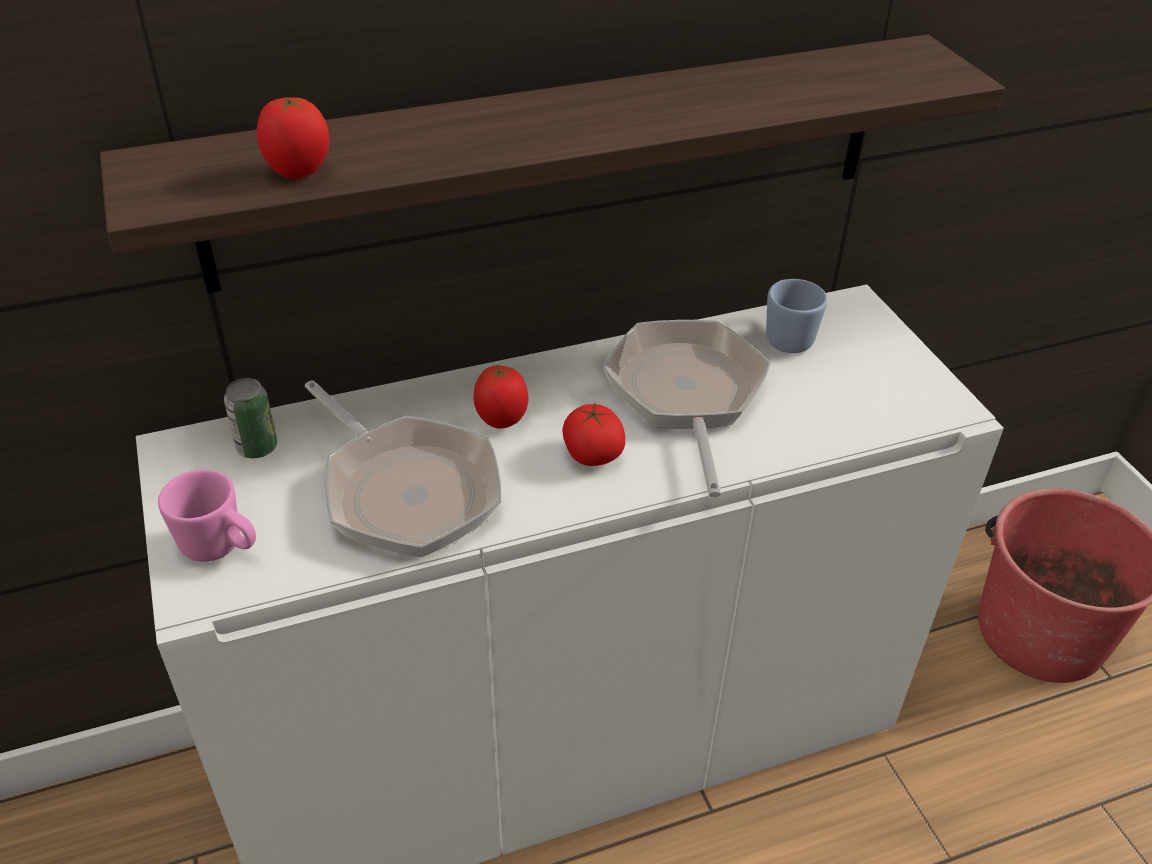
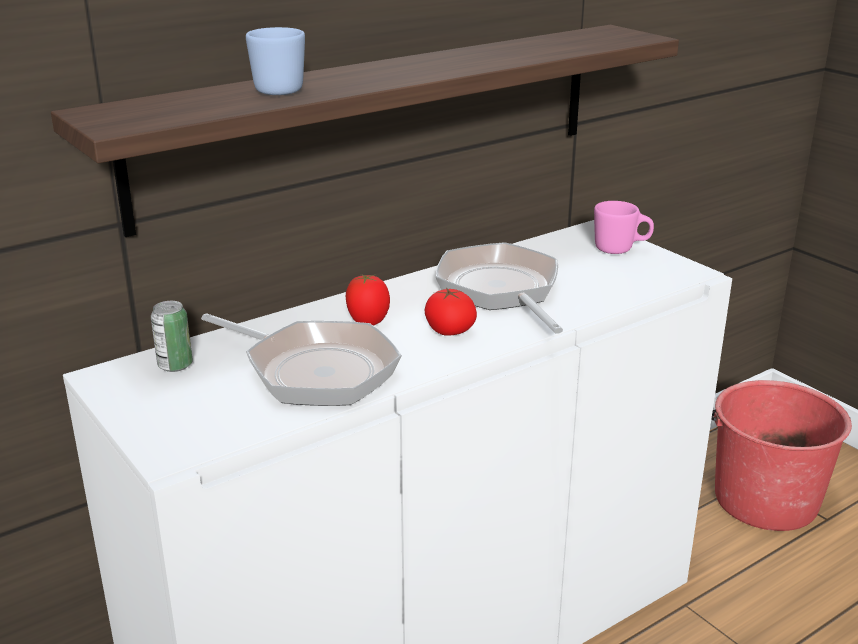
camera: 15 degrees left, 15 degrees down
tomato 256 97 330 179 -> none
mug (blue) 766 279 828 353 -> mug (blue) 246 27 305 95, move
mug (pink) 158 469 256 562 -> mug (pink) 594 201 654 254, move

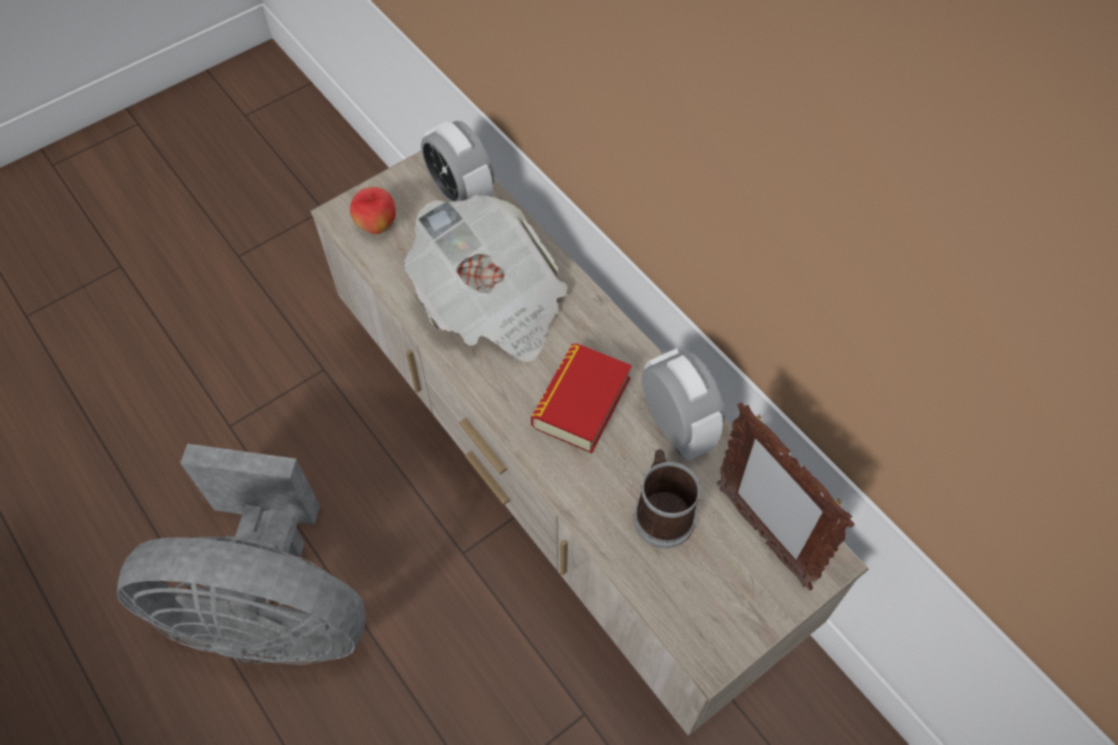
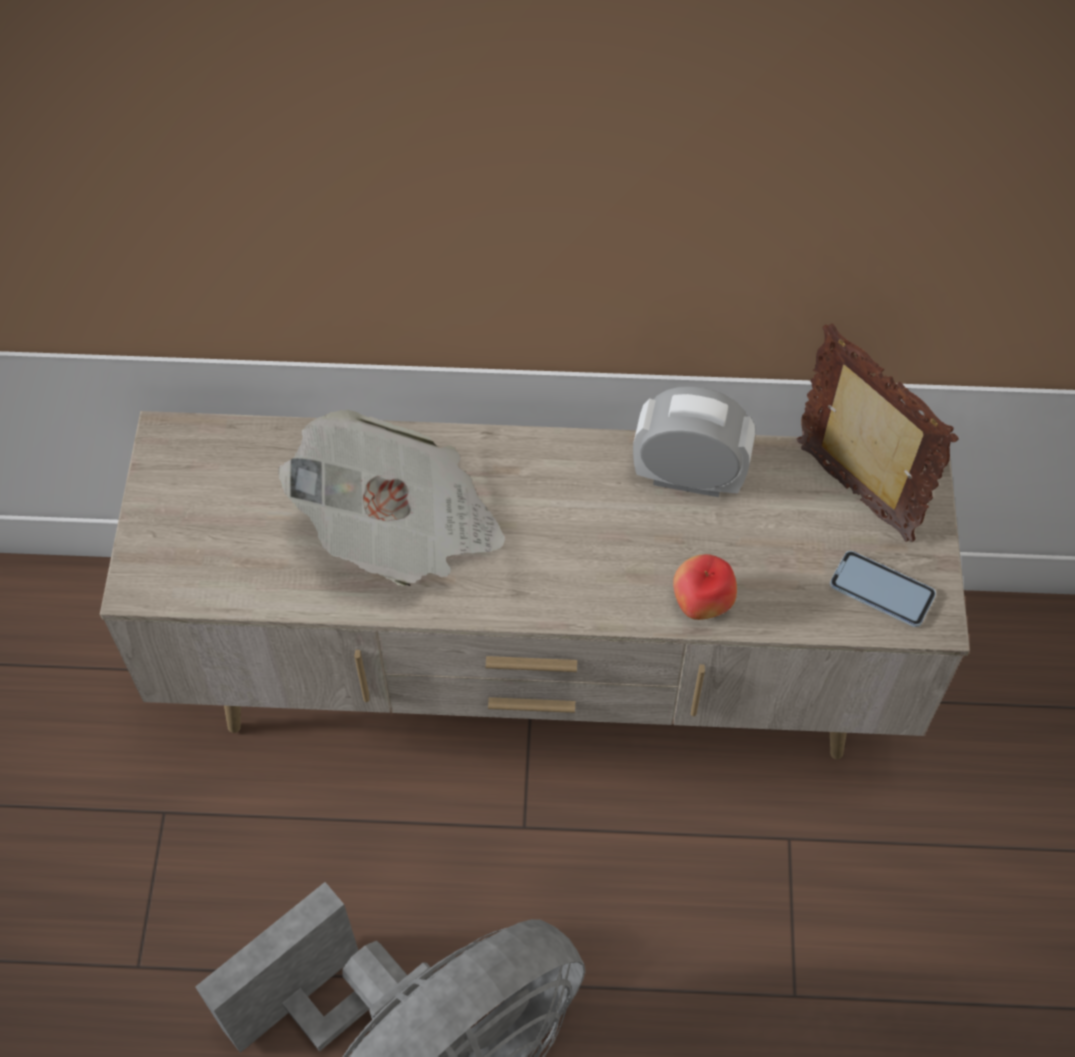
camera: 50 degrees left, 0 degrees up
alarm clock 421 121 494 202 -> none
apple 350 187 396 234 -> apple 673 554 737 620, move
book 531 343 632 453 -> none
picture frame 717 402 855 591 -> picture frame 797 323 959 542, 135 degrees counterclockwise
mug 633 449 700 548 -> none
none -> phone 830 551 936 627

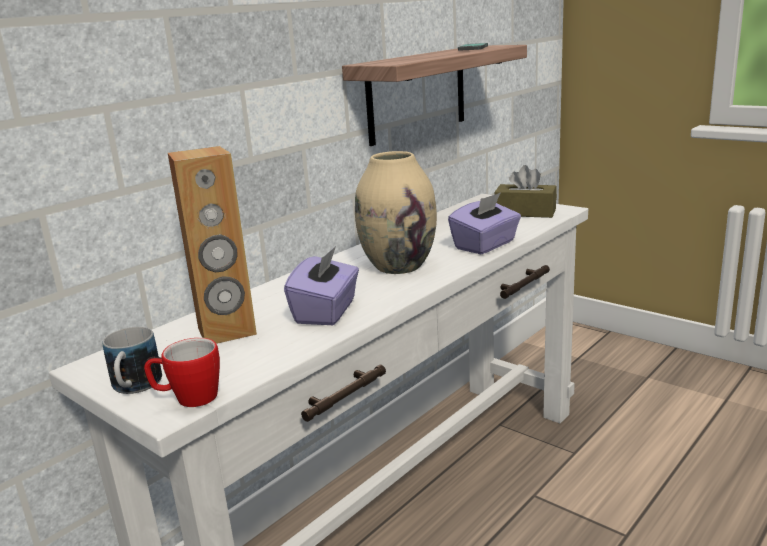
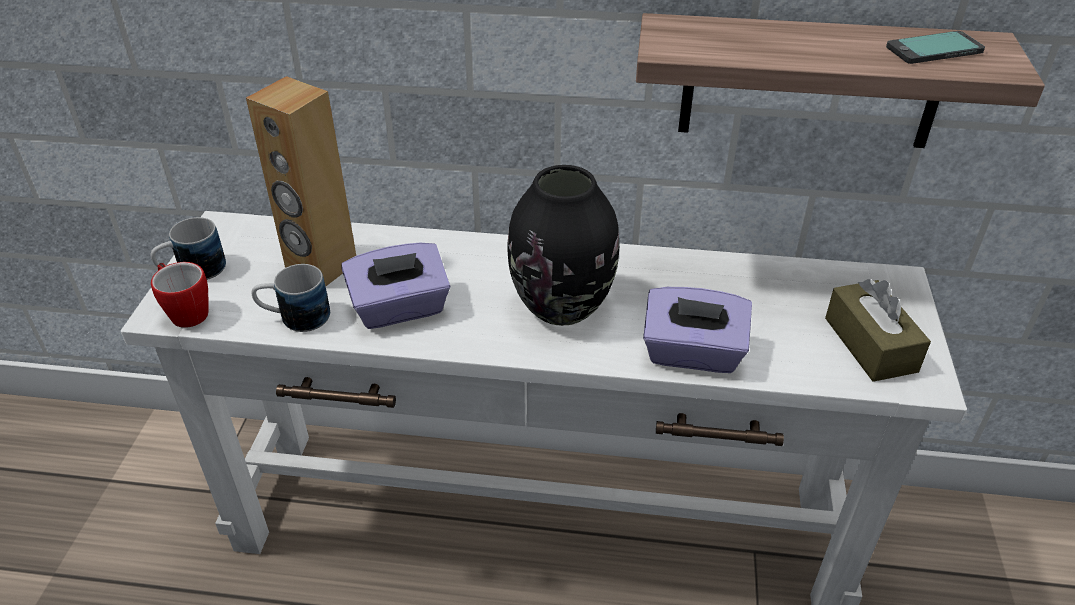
camera: 55 degrees right, 20 degrees up
vase (beige) 355 151 437 274 -> vase (black) 507 165 619 326
none -> mug 251 264 330 332

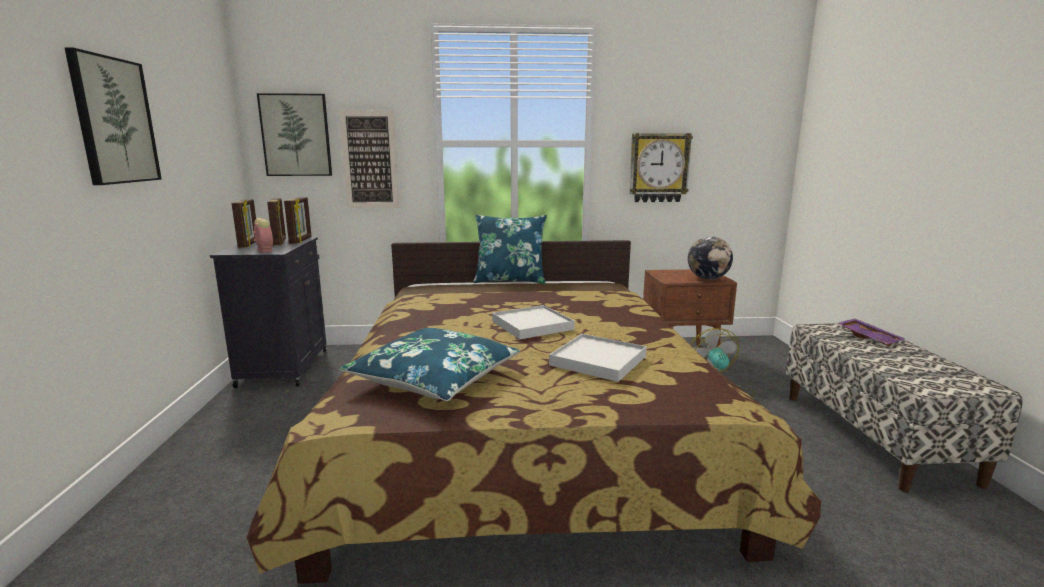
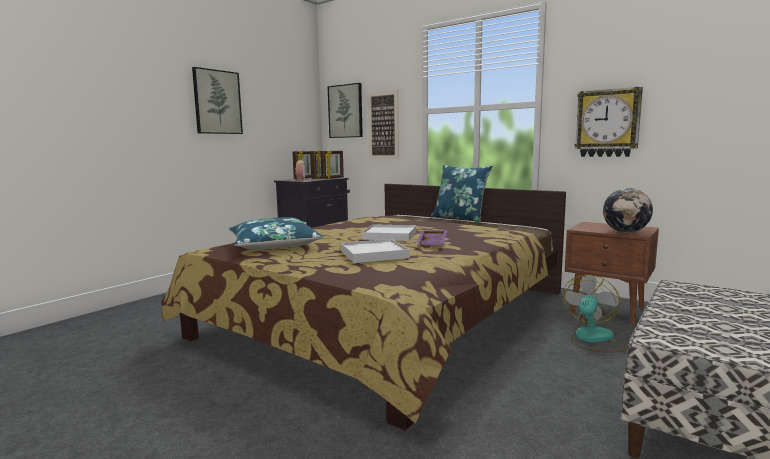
camera: 40 degrees right, 5 degrees down
tray (purple) 838 318 905 346 -> tray (purple) 416 230 447 248, move

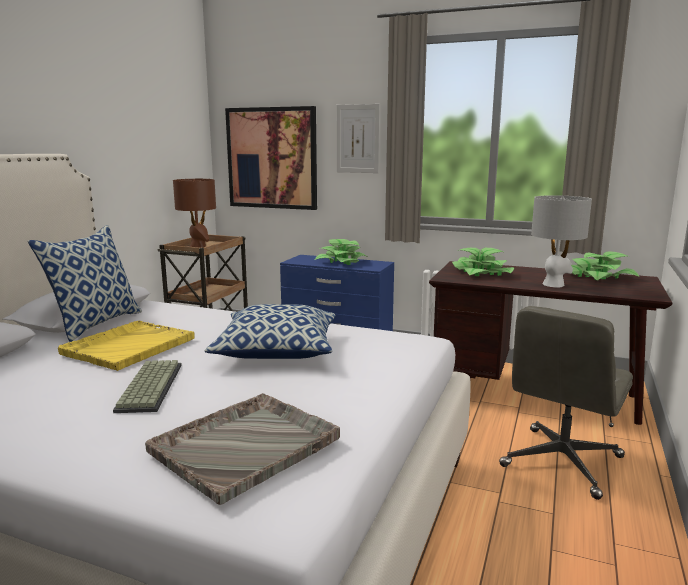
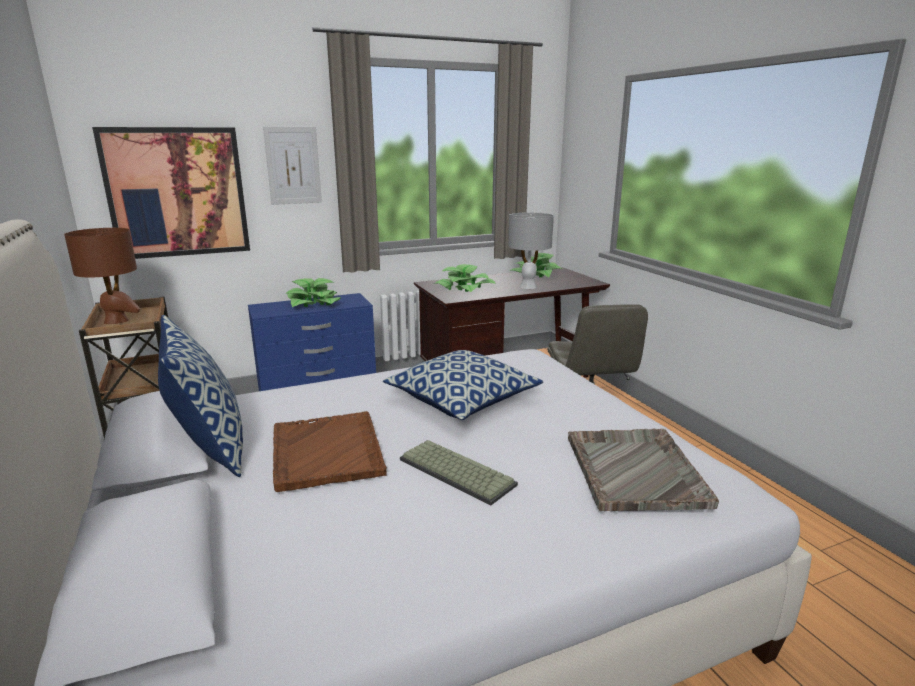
camera: 45 degrees left, 5 degrees up
tray (yellow) 58 321 195 371 -> tray (brown) 273 411 387 492

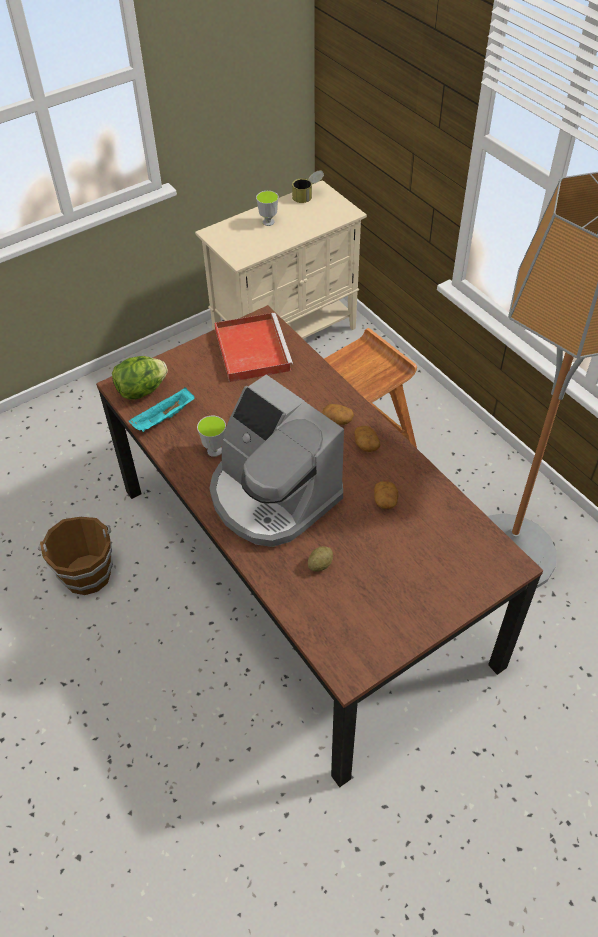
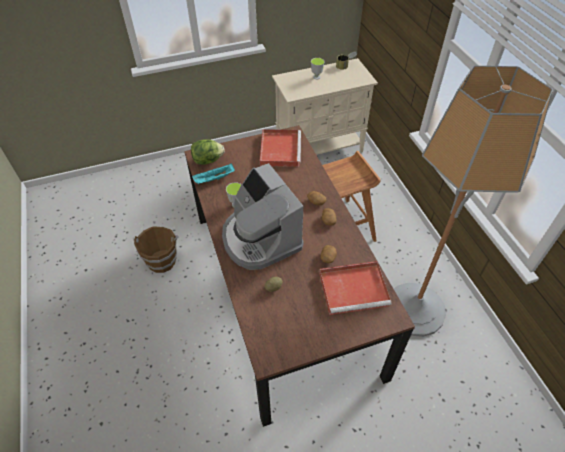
camera: 15 degrees right, 0 degrees up
none -> tray (red) 319 261 391 315

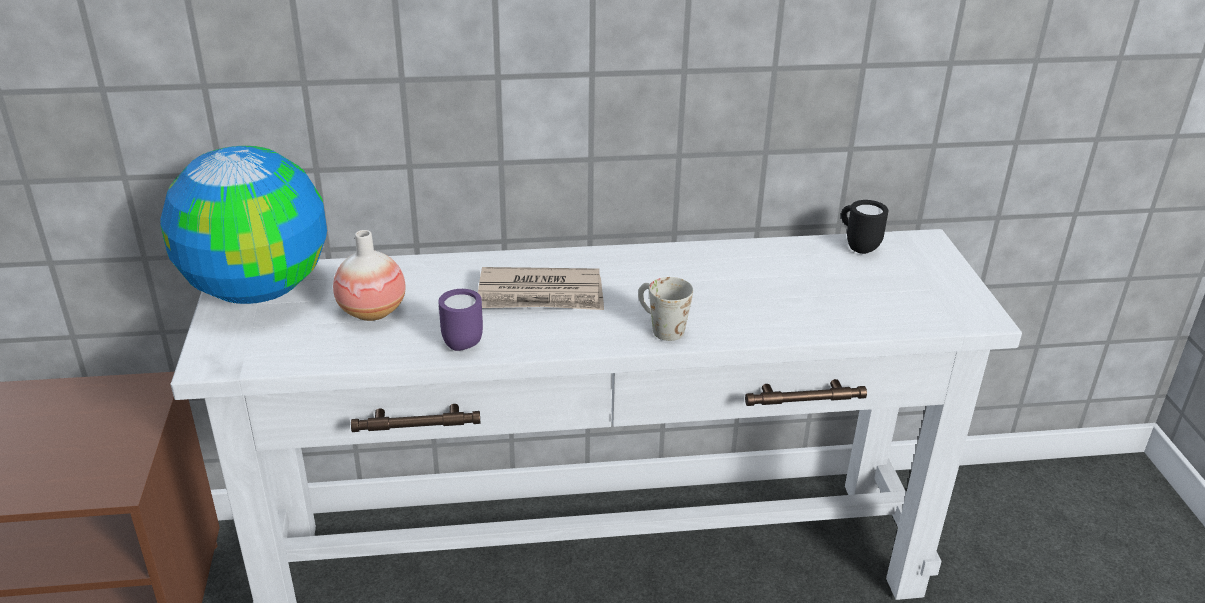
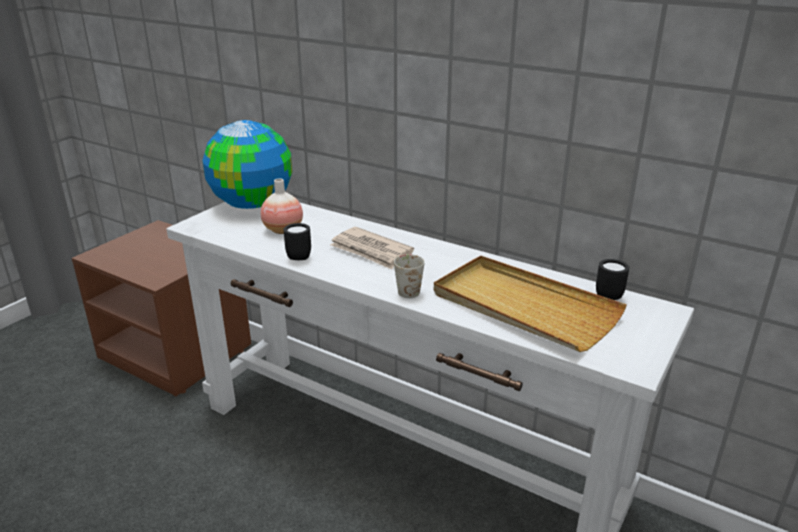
camera: 40 degrees right, 5 degrees down
mug (purple) 438 289 483 351 -> mug (black) 284 223 311 260
none -> tray (beige) 434 256 627 352

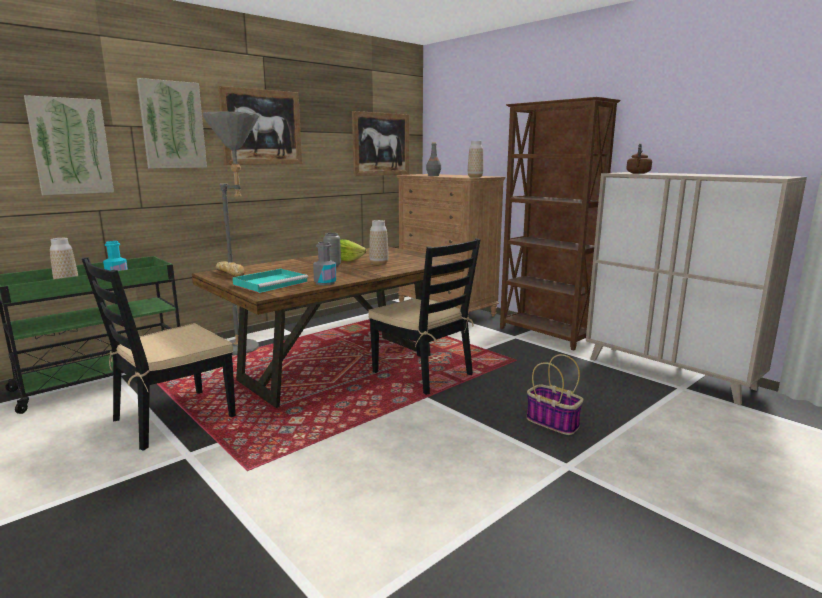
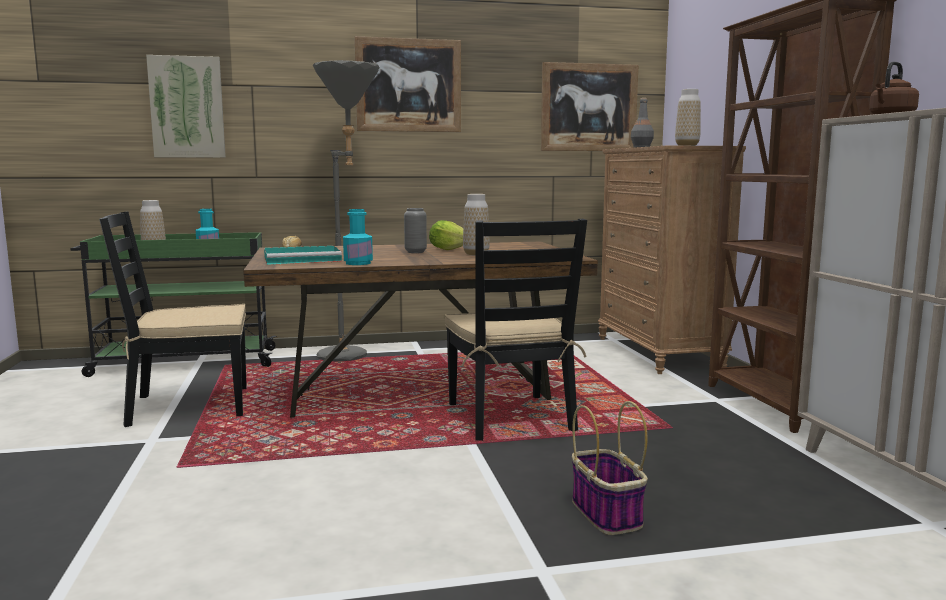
camera: 30 degrees right, 5 degrees down
picture 137 78 207 169 -> none
bottle (grey) 313 242 336 286 -> bottle (turquoise) 343 209 373 265

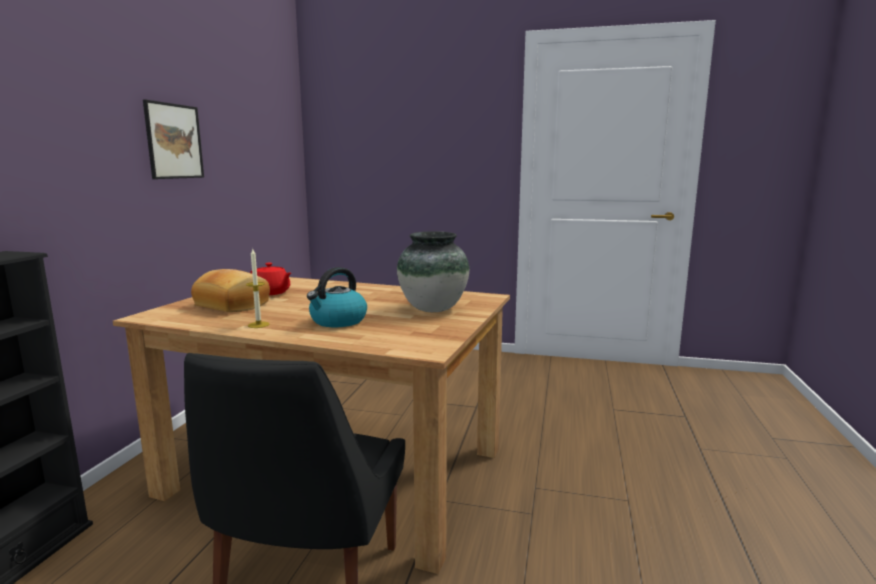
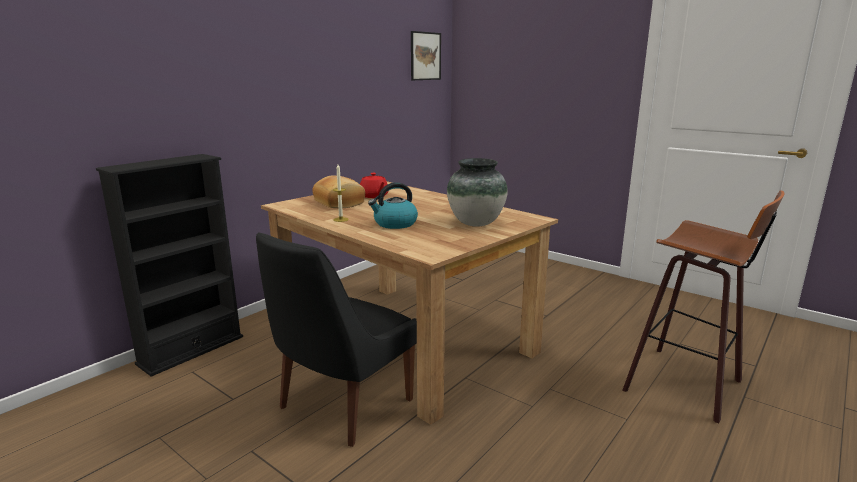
camera: 25 degrees right, 5 degrees up
picture 143 99 204 179 -> picture 411 31 441 80, move
none -> stool 622 190 785 424

